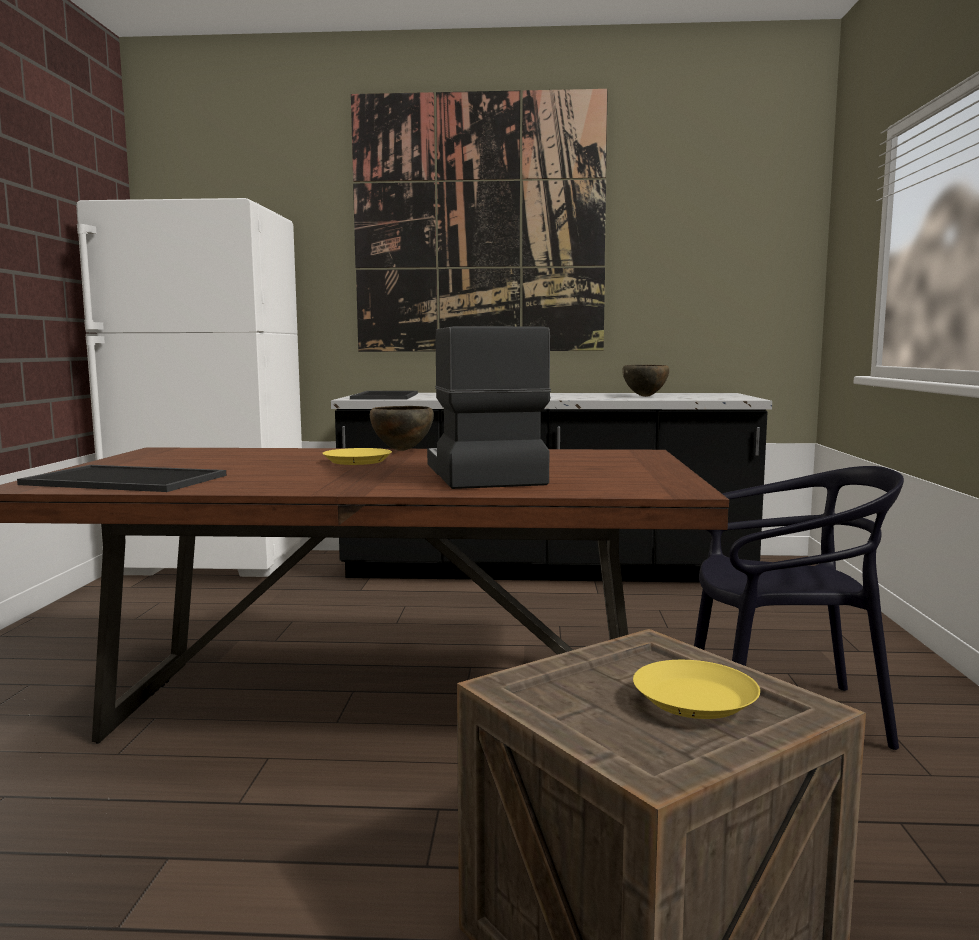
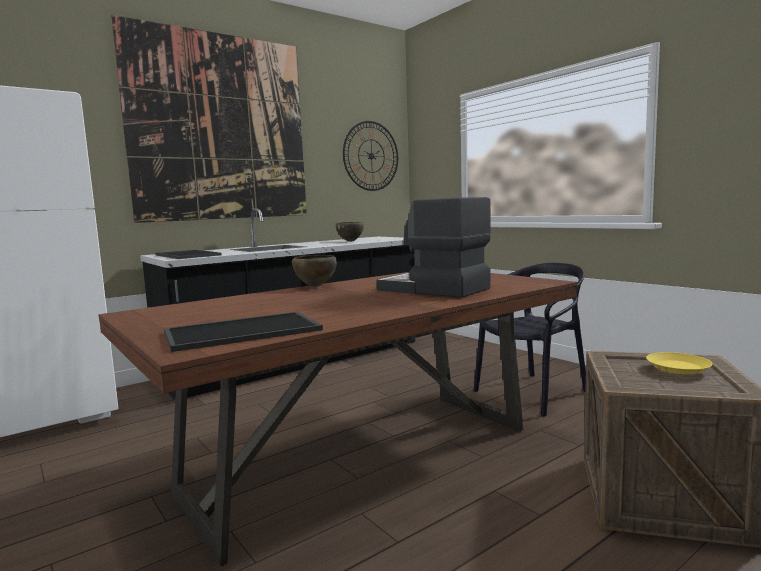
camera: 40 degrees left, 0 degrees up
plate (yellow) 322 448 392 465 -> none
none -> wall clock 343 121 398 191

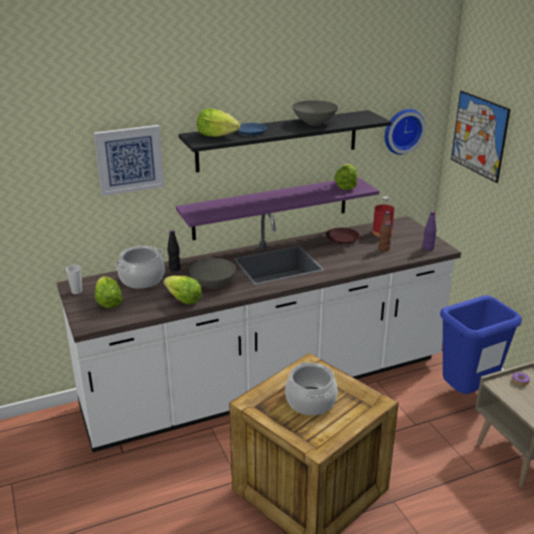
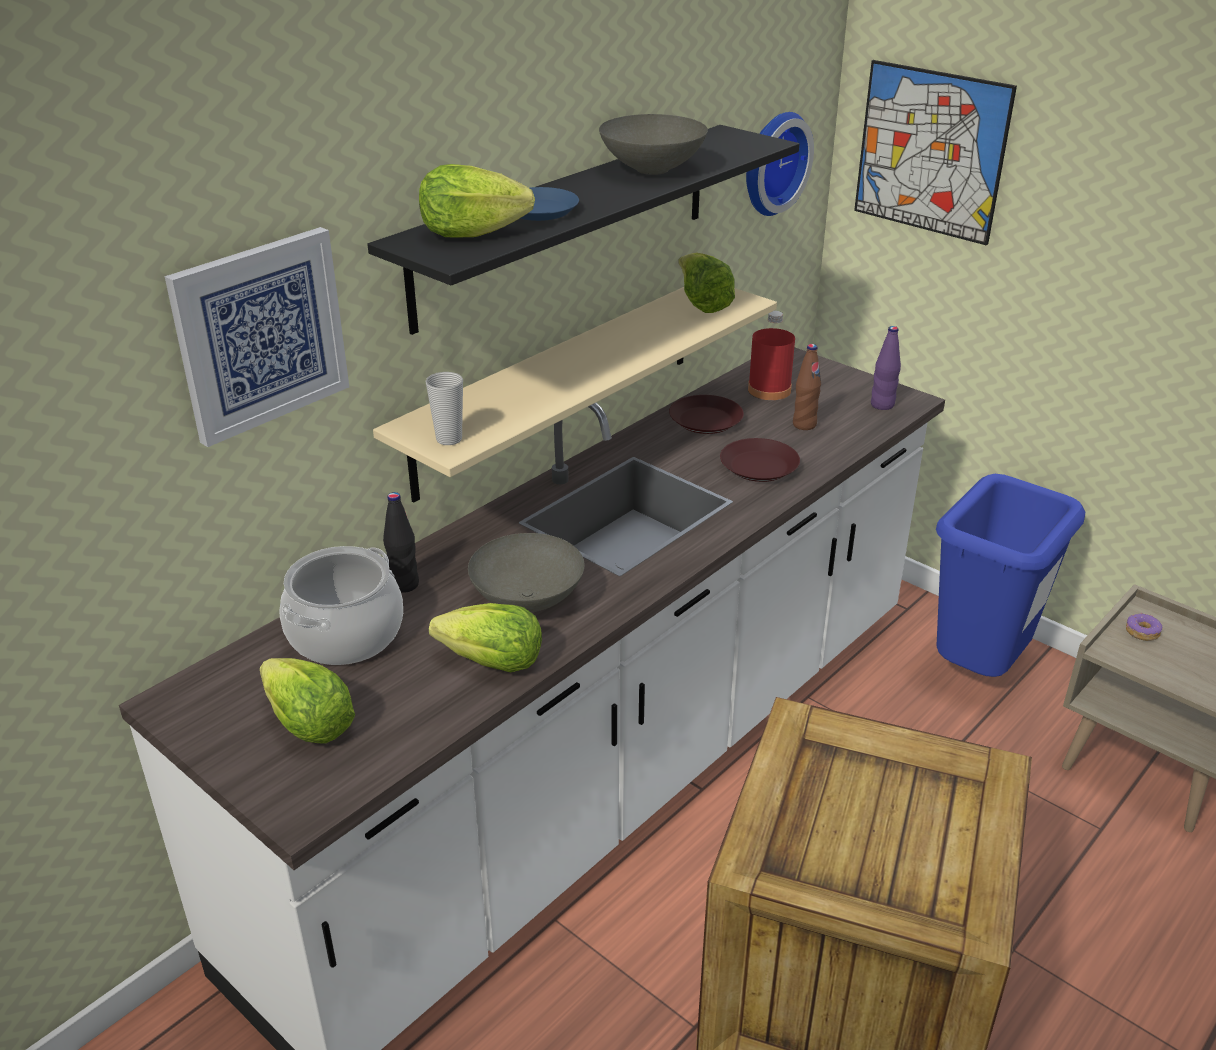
camera: 25 degrees left, 5 degrees up
shelf (purple) 176 177 379 240 -> shelf (beige) 373 287 777 502
cup 66 265 82 294 -> cup 425 372 463 445, move
cooking pot 285 362 338 415 -> none
none -> plate (brown) 720 438 800 482

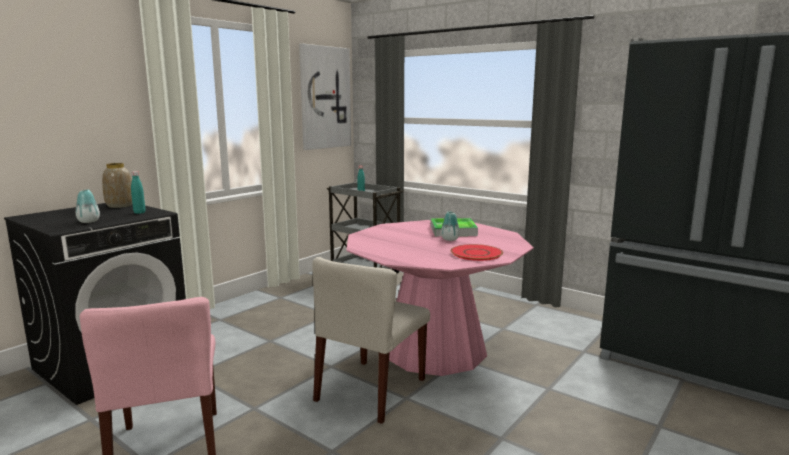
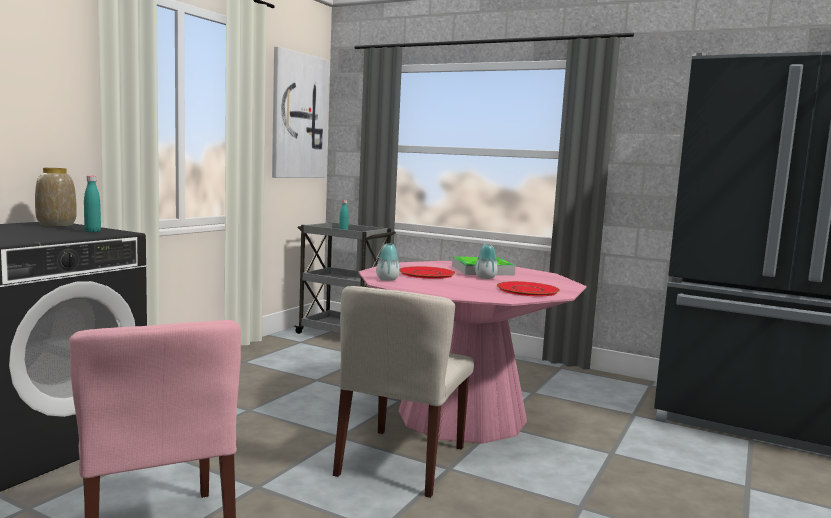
camera: 10 degrees left, 5 degrees down
vase 76 189 100 223 -> vase 376 244 400 281, move
none -> plate (red) 400 266 455 279

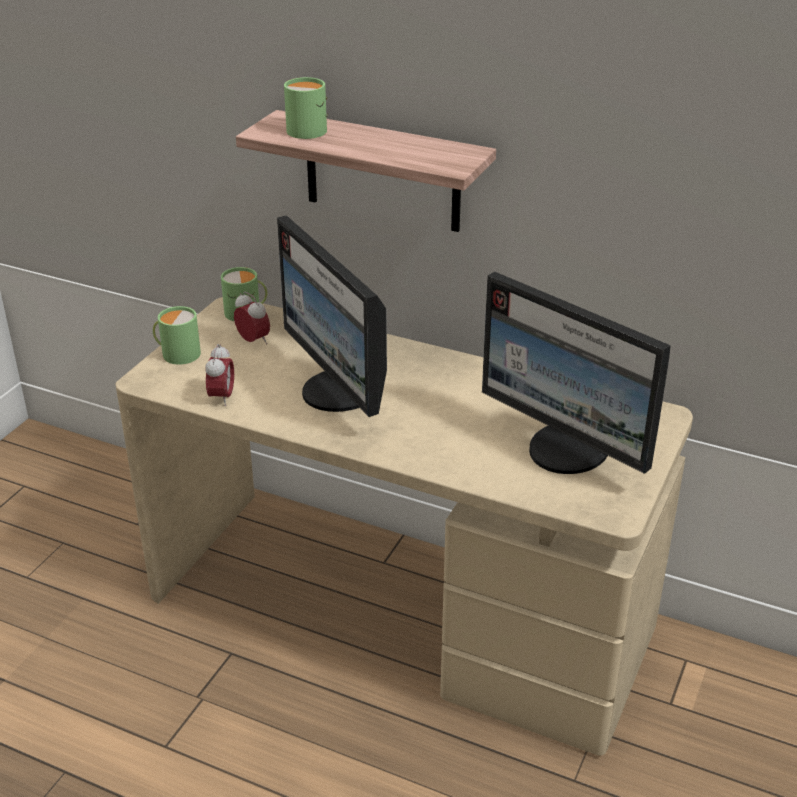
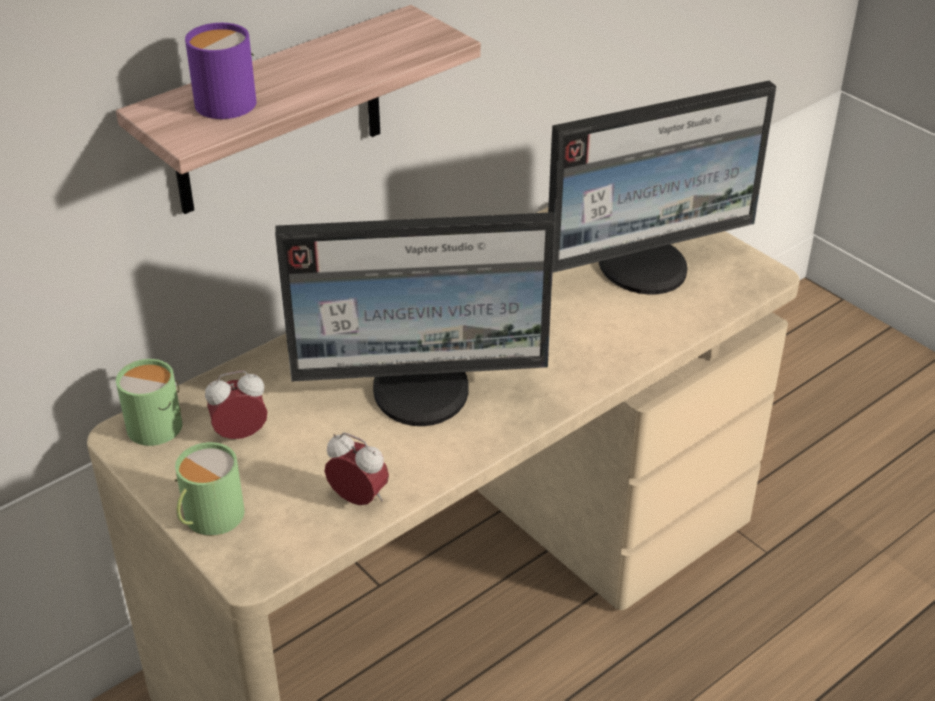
camera: 65 degrees left, 5 degrees up
mug (green) 284 77 328 139 -> mug (purple) 185 23 257 119

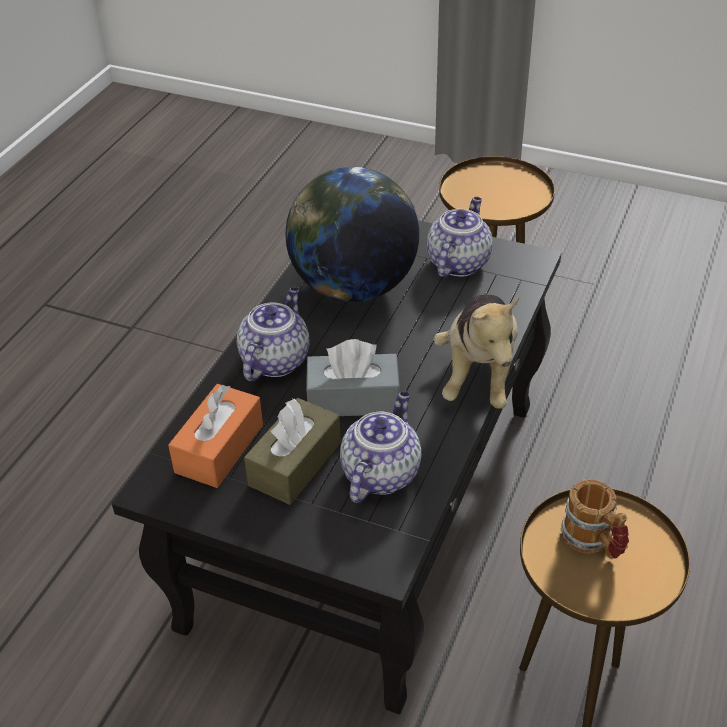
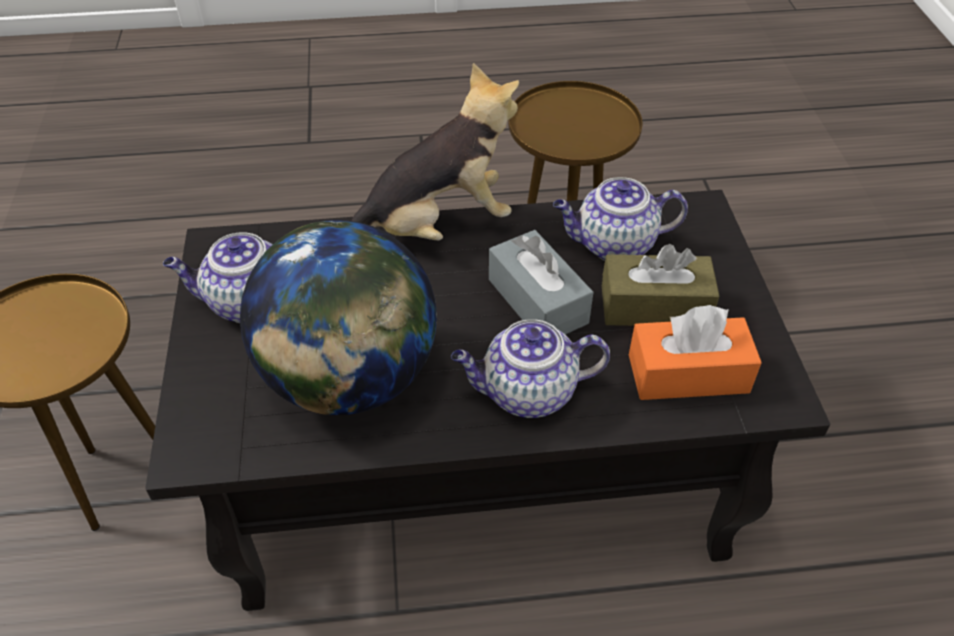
camera: 120 degrees left, 5 degrees up
mug 561 479 629 559 -> none

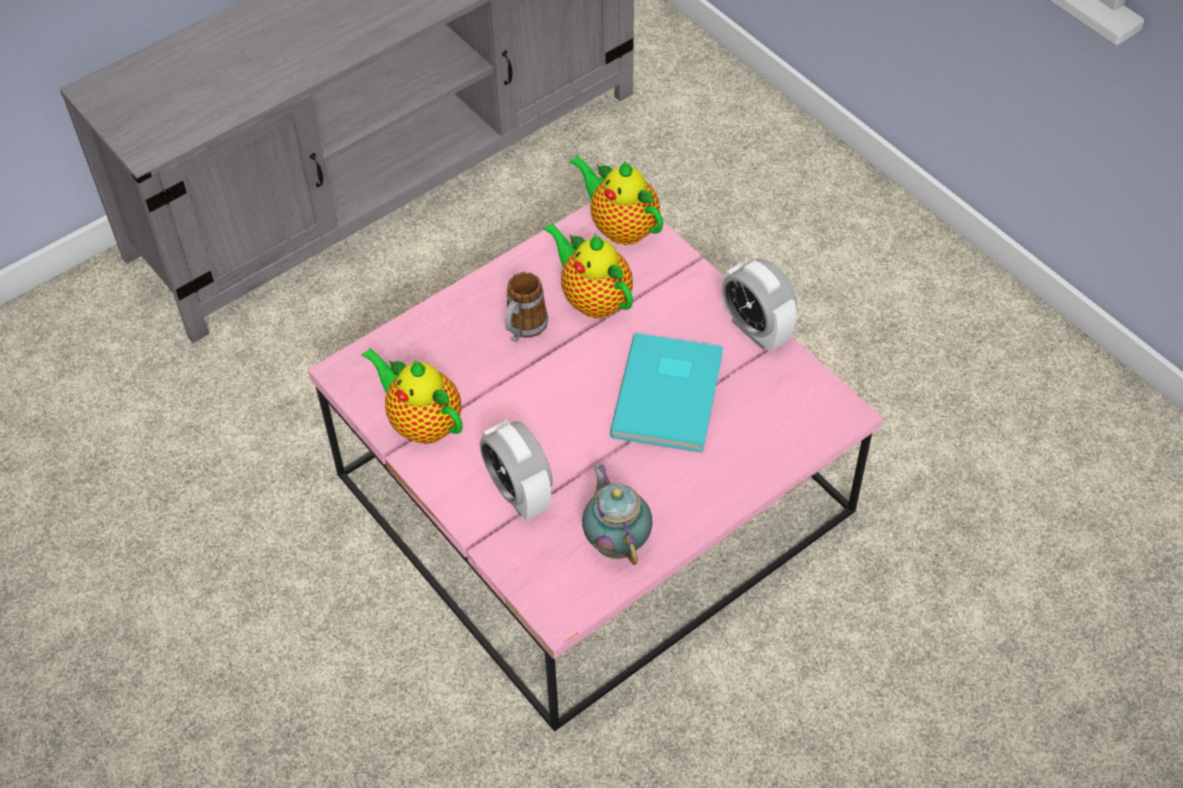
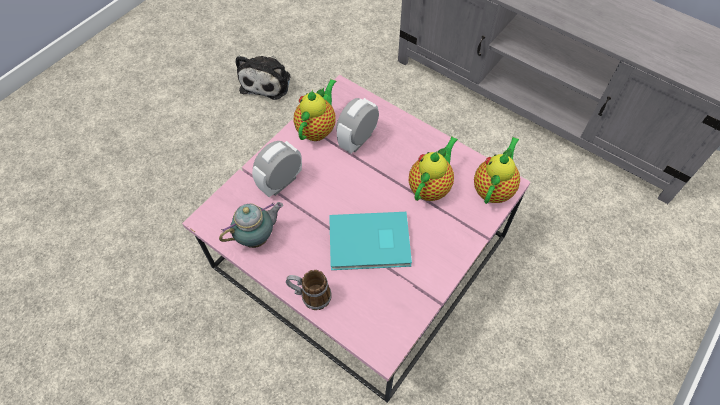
camera: 75 degrees right, 5 degrees up
alarm clock 722 258 797 351 -> alarm clock 336 98 379 153, move
mug 505 272 548 342 -> mug 286 270 332 310, move
none -> plush toy 236 56 290 100

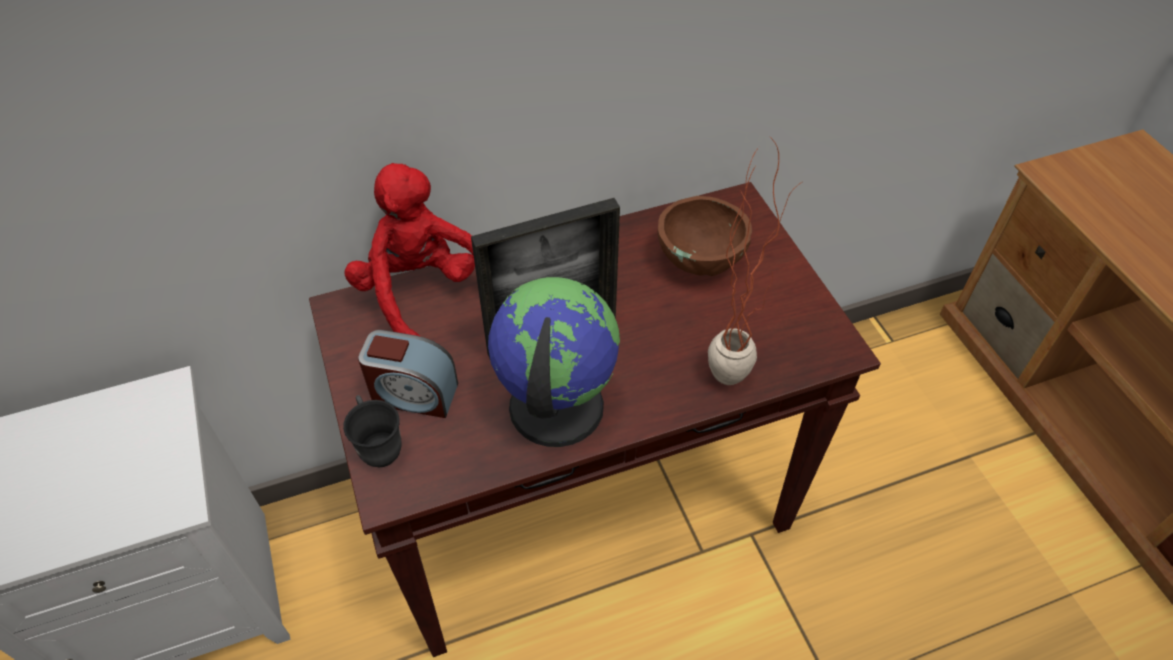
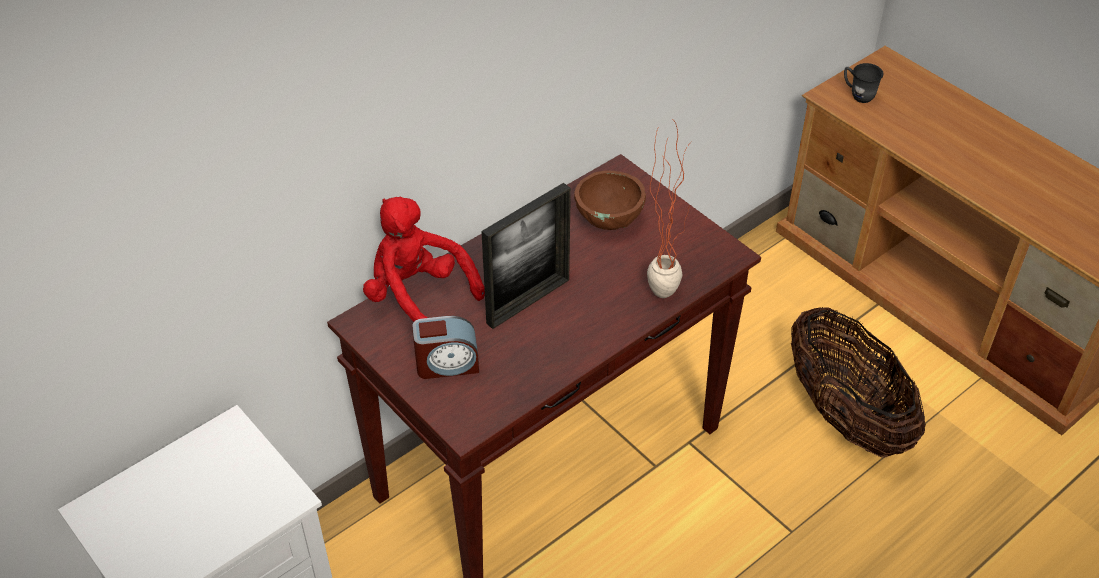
camera: 20 degrees left, 5 degrees down
globe 488 277 620 447 -> none
mug (grey) 343 395 402 467 -> mug (grey) 844 63 884 103, move
none -> basket 791 307 926 458

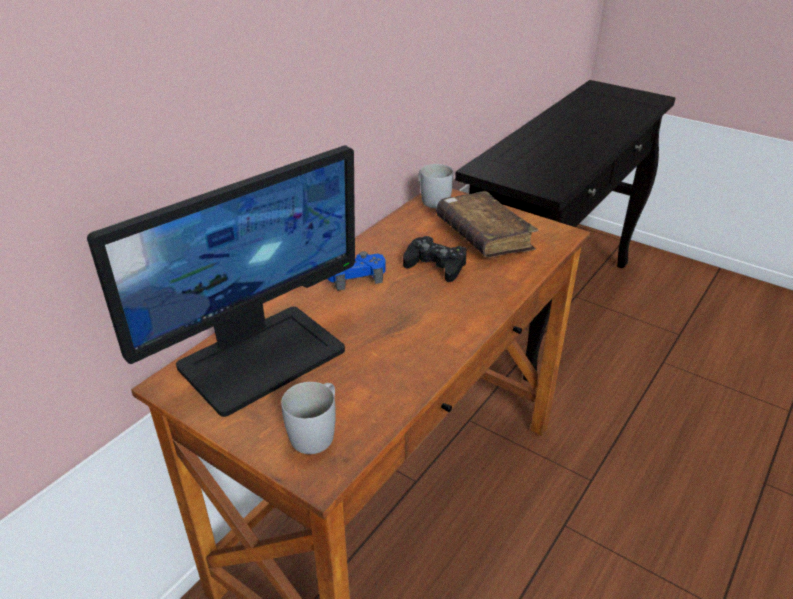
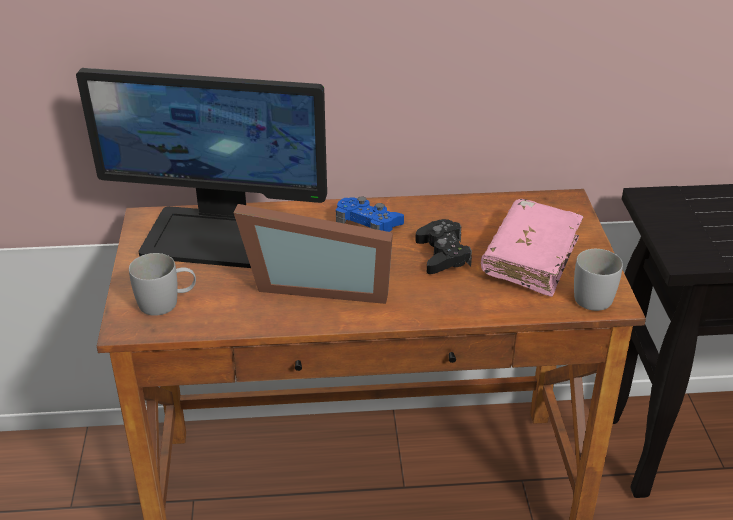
camera: 50 degrees right, 0 degrees up
mug (white) 419 164 453 208 -> mug (white) 574 249 623 311, move
book (brown) 436 191 539 258 -> book (pink) 481 199 583 297
none -> picture frame 234 204 393 304

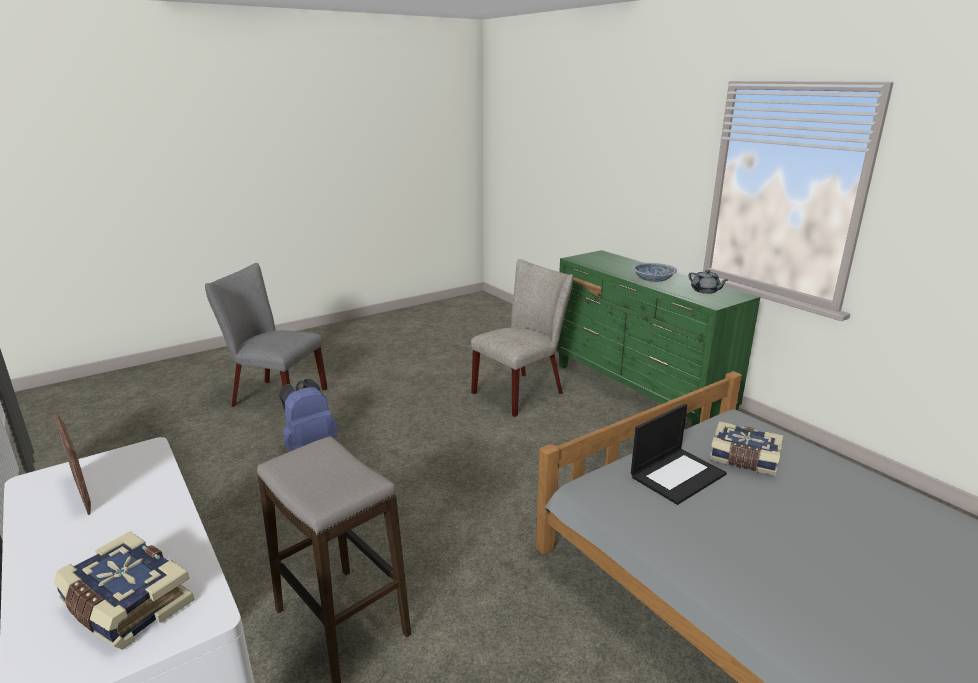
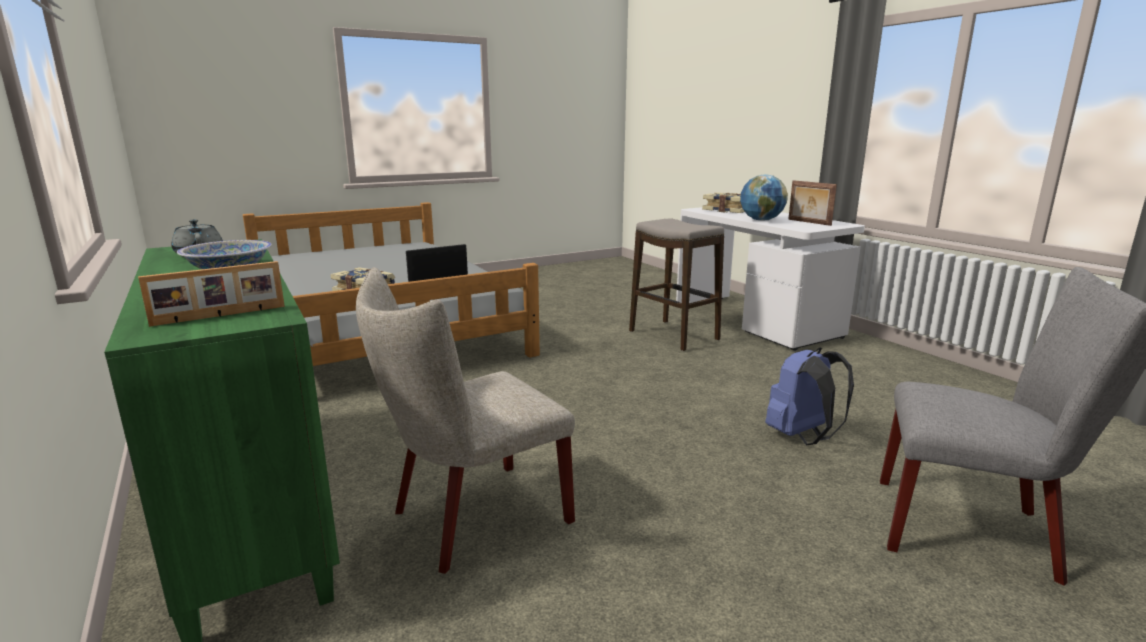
camera: 175 degrees left, 5 degrees down
none -> globe 740 174 788 221
none -> picture frame 138 261 285 327

